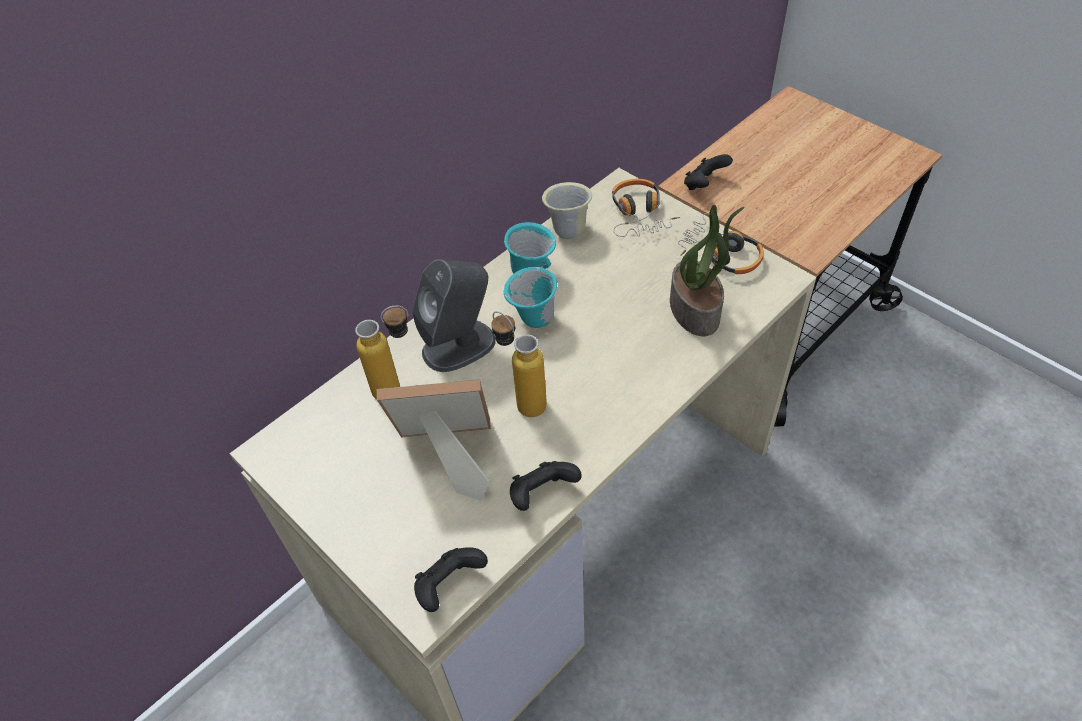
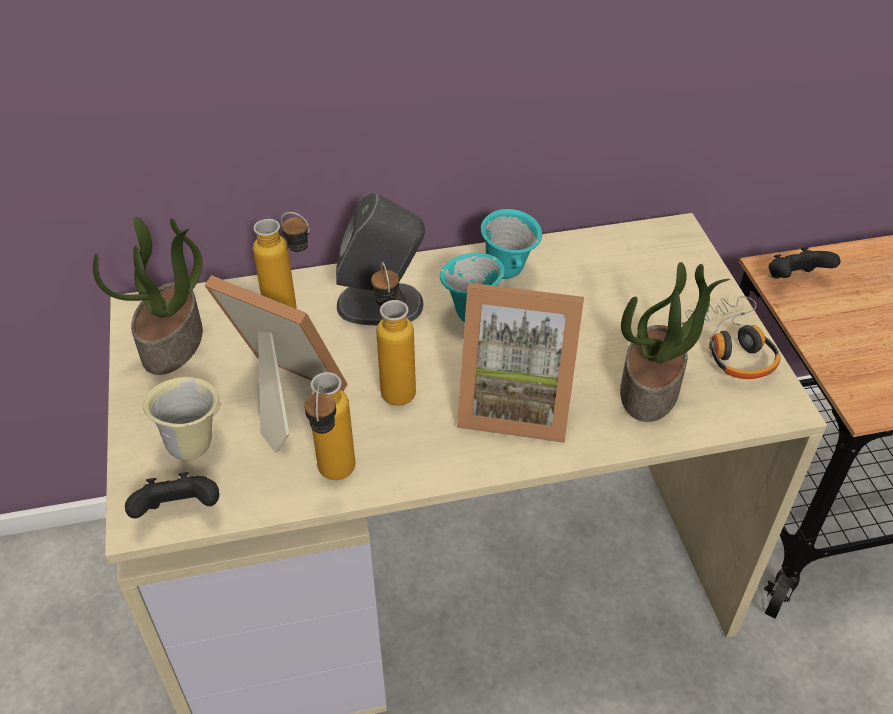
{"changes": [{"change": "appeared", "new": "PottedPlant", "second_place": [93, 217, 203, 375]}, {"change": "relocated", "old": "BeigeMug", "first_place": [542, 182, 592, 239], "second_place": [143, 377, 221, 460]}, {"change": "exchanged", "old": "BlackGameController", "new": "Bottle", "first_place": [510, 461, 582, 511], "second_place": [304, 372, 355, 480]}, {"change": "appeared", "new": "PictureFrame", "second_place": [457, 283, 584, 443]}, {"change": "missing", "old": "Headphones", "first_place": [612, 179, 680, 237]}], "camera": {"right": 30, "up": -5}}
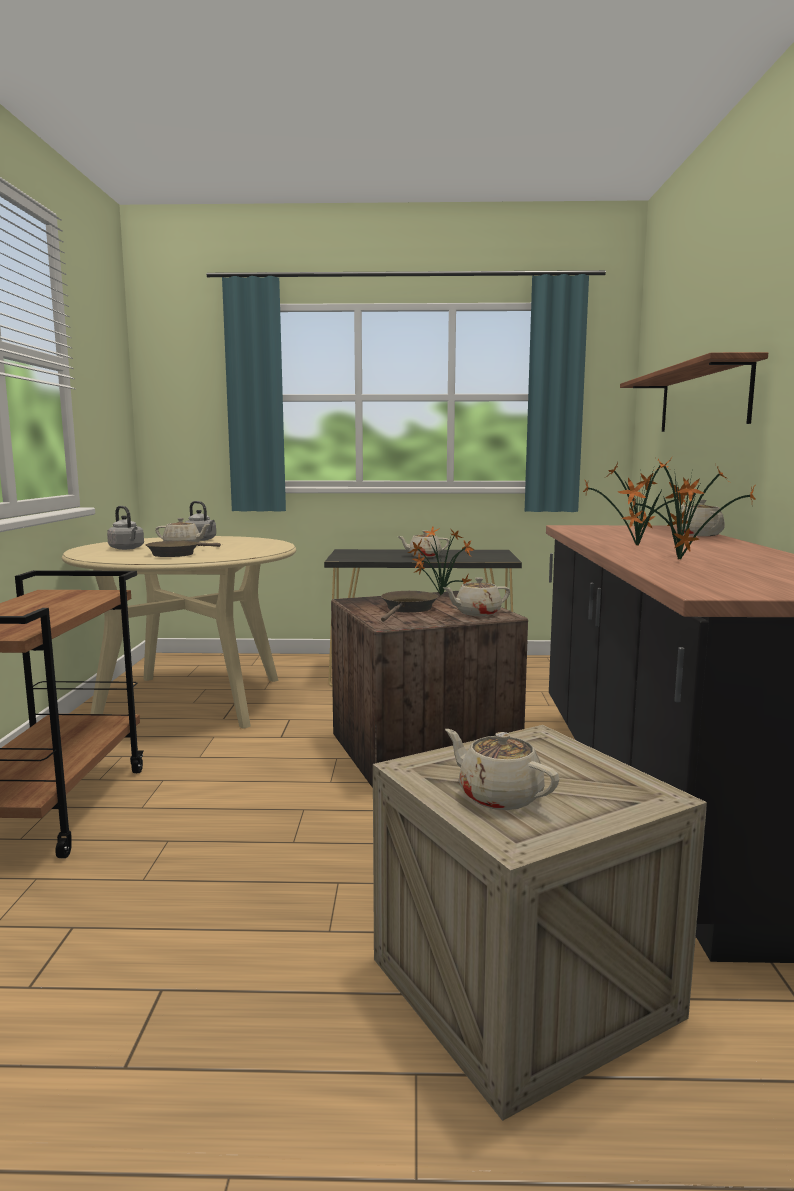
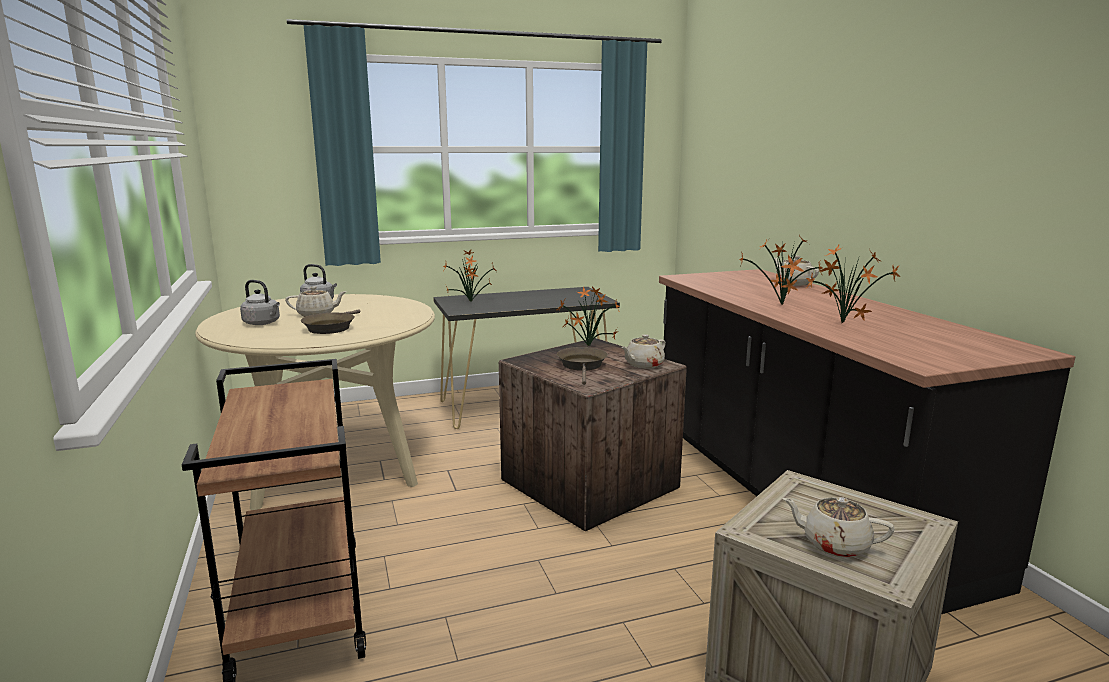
{"changes": [{"change": "appeared", "new": "PottedPlant", "second_place": [443, 250, 496, 301]}, {"change": "missing", "old": "BeigeTeapot", "first_place": [397, 530, 450, 557]}, {"change": "missing", "old": "Shelf", "first_place": [620, 352, 768, 432]}], "camera": {"right": -20, "up": 5}}
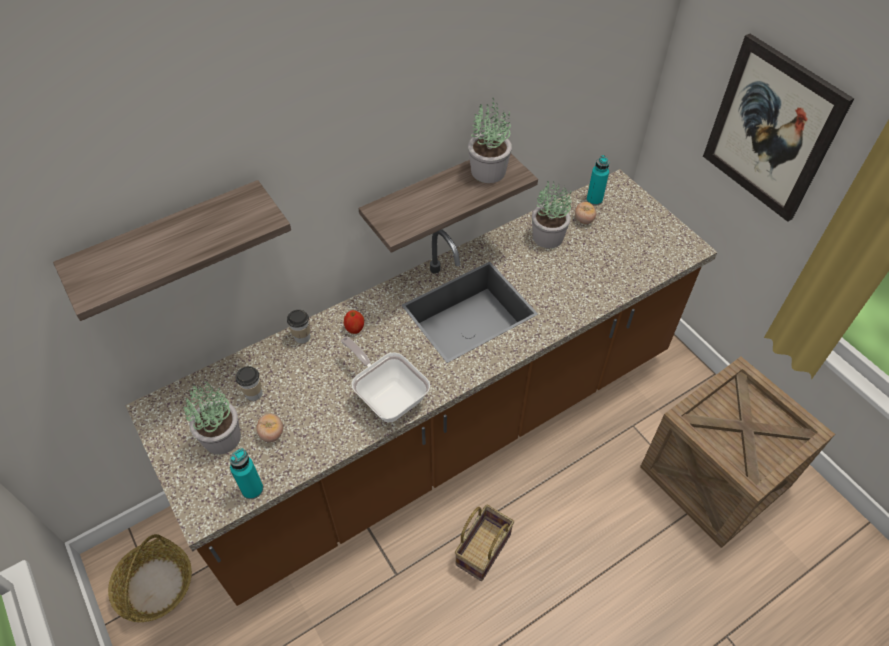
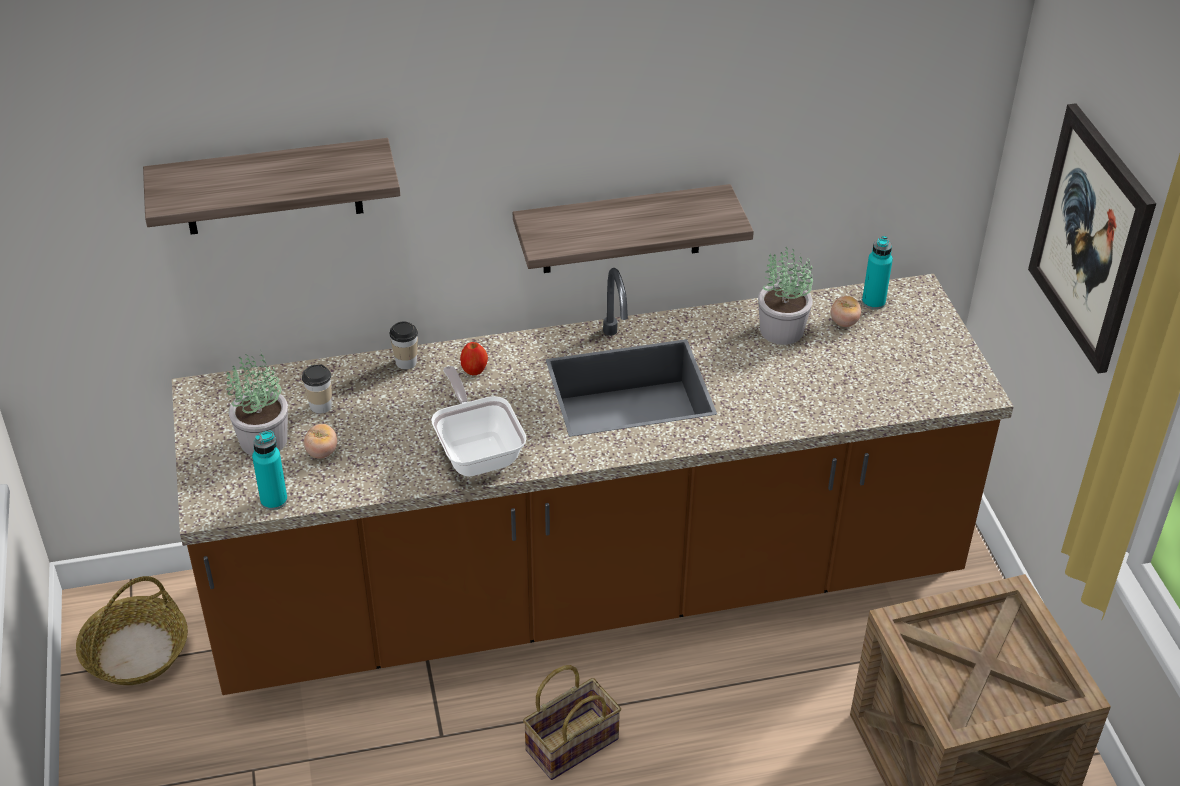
{"changes": [{"change": "missing", "old": "PottedPlant", "first_place": [468, 98, 512, 183]}], "camera": {"right": 20, "up": -10}}
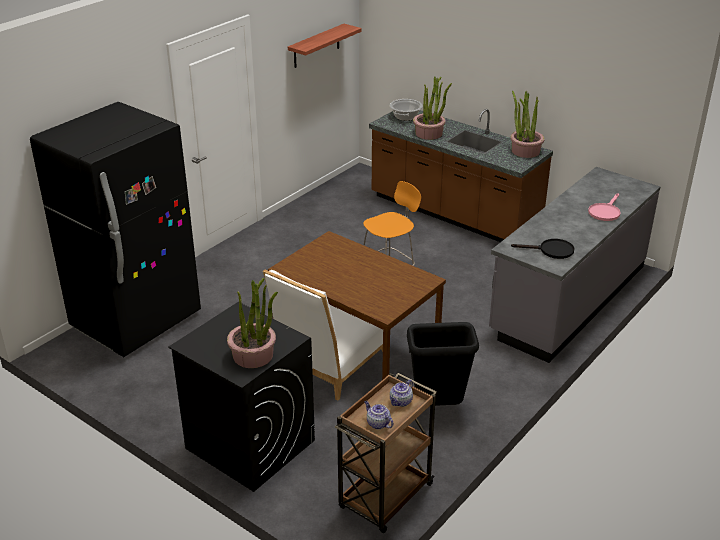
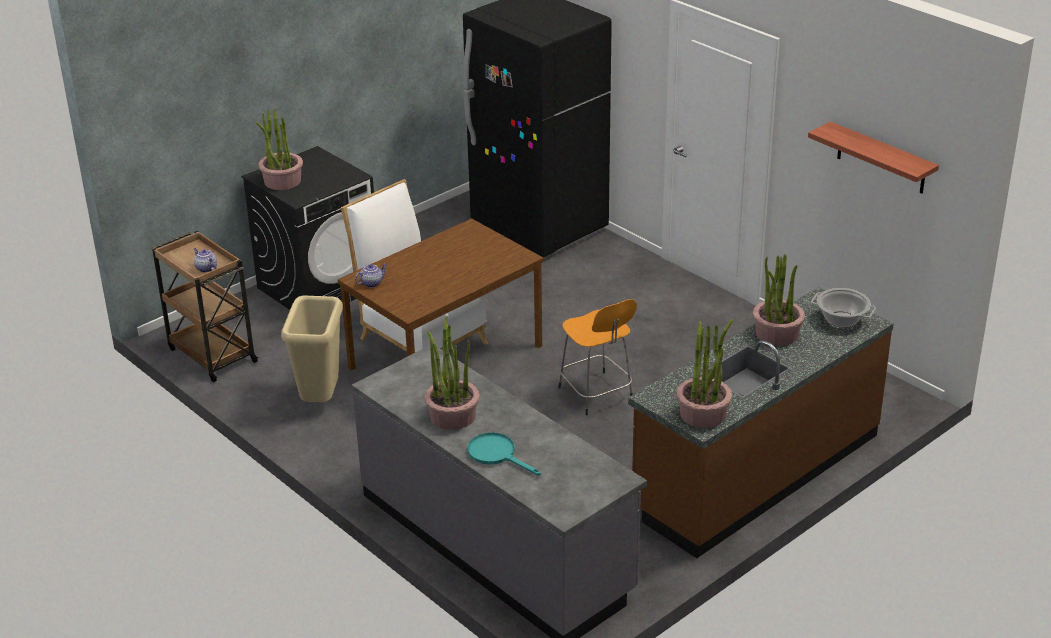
{"changes": [{"change": "colour", "old": "BlackTrashCan", "new": "BeigeTrashCan", "first_place": [407, 322, 479, 406], "second_place": [281, 296, 343, 402]}, {"change": "relocated", "old": "Teapot", "first_place": [365, 401, 393, 429], "second_place": [355, 264, 387, 288]}, {"change": "appeared", "new": "PottedPlant", "second_place": [425, 316, 480, 430]}, {"change": "colour", "old": "PinkFryingPan", "new": "TurquoiseFryingPan", "first_place": [588, 193, 621, 221], "second_place": [467, 432, 541, 475]}, {"change": "missing", "old": "BlackFryingPan", "first_place": [511, 239, 575, 259]}], "camera": {"right": 100, "up": 0}}
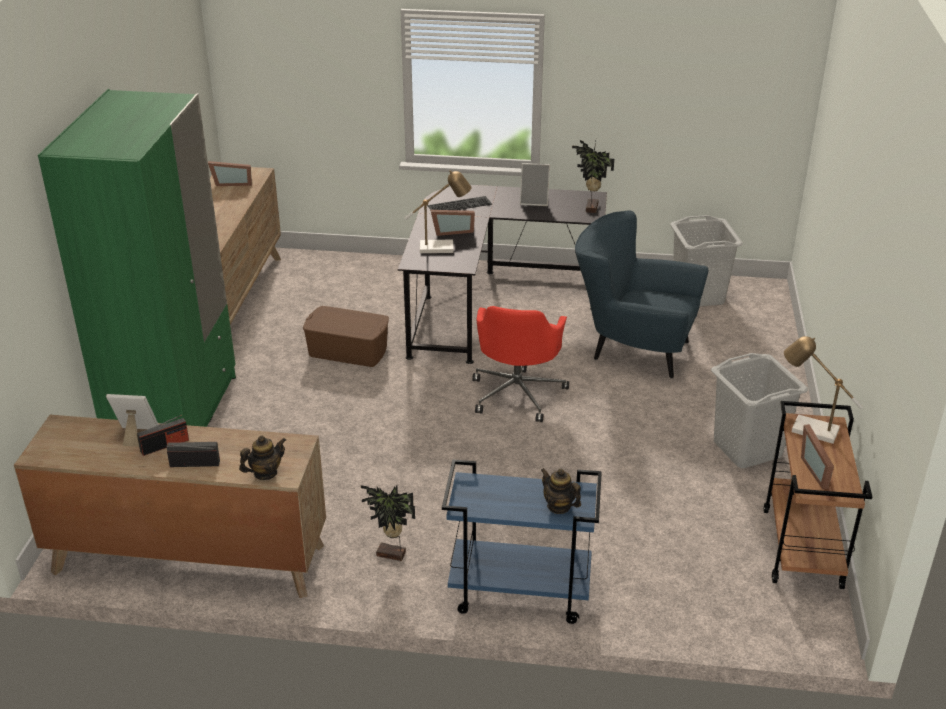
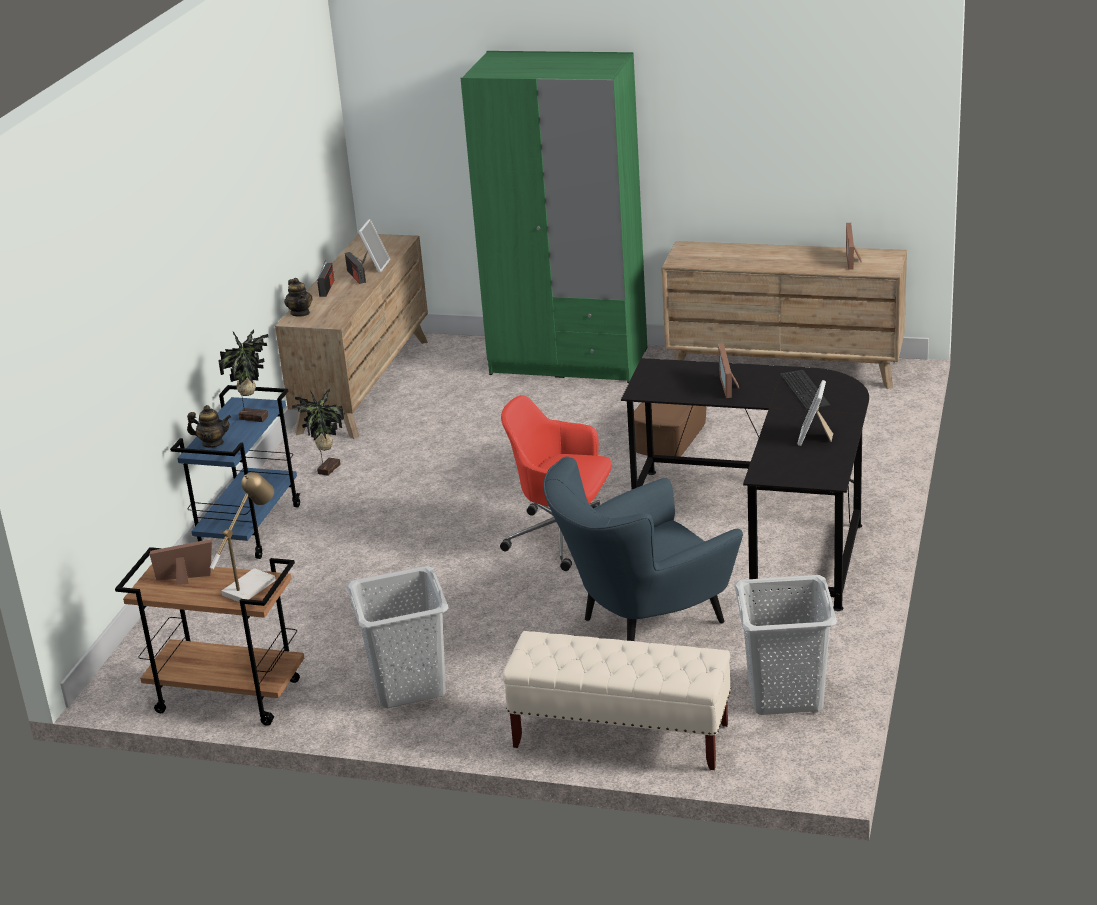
{"changes": [{"change": "spun", "old": "Teapot", "first_place": [541, 468, 581, 514], "second_place": [187, 405, 231, 448], "degrees": 45}, {"change": "relocated", "old": "PottedPlant", "first_place": [572, 140, 614, 213], "second_place": [218, 329, 269, 422]}, {"change": "appeared", "new": "BeigeBench", "second_place": [503, 631, 731, 770]}, {"change": "spun", "old": "BlueArmchair", "first_place": [575, 210, 709, 378], "second_place": [543, 456, 743, 641], "degrees": -150}, {"change": "missing", "old": "TableLamp", "first_place": [405, 170, 472, 253]}], "camera": {"right": 100, "up": -5}}
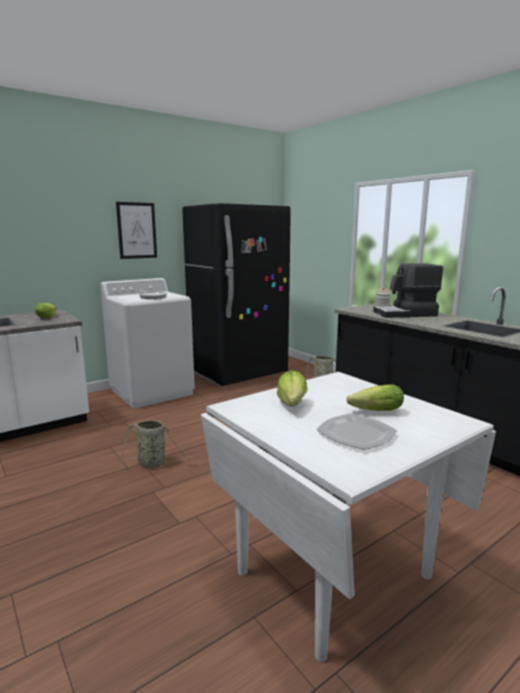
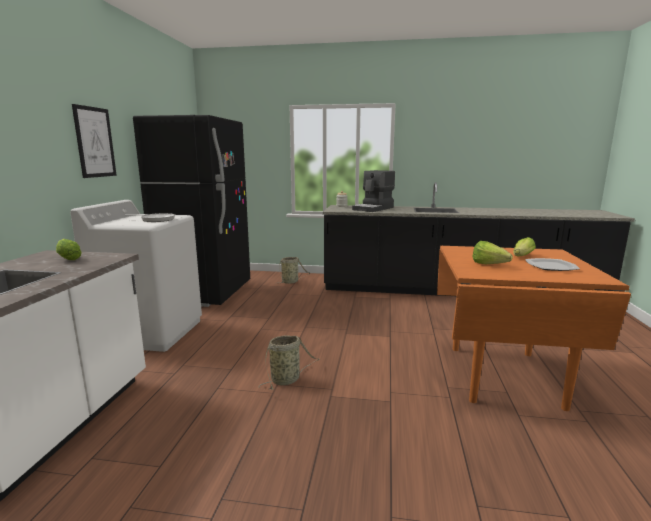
{"changes": [{"change": "colour", "old": "WhiteDiningTable", "new": "OrangeDiningTable", "first_place": [201, 372, 496, 662], "second_place": [437, 246, 631, 411]}], "camera": {"right": -45, "up": 0}}
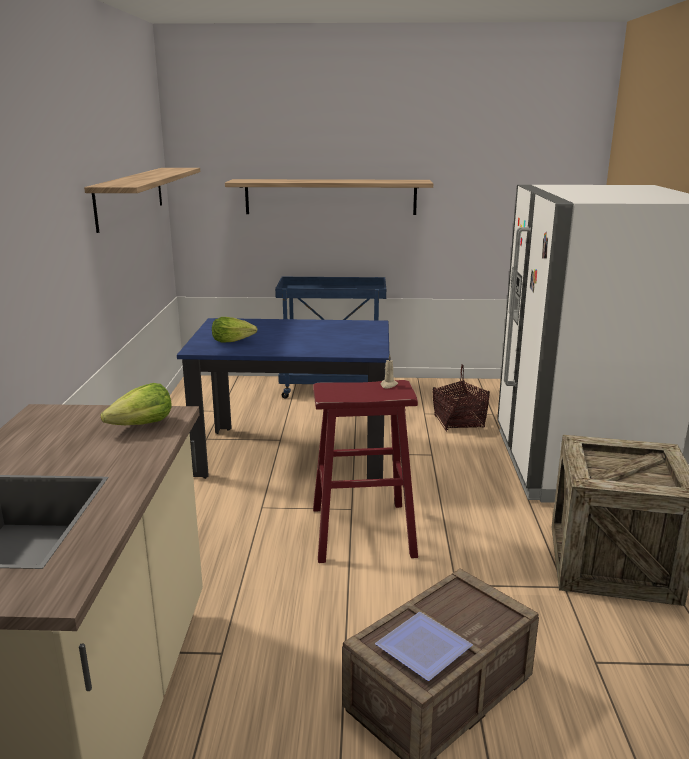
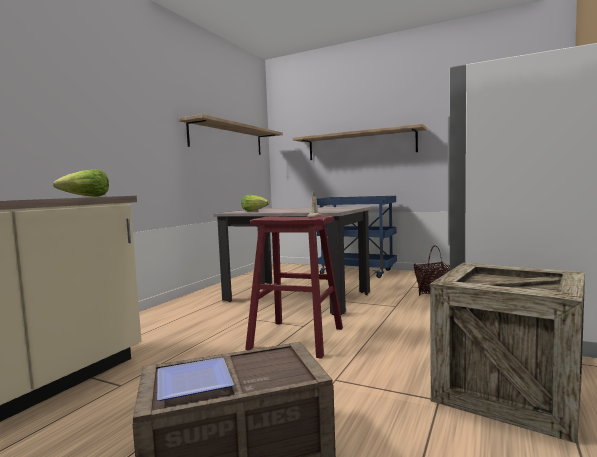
{"changes": [{"change": "colour", "old": "BlueDiningTable", "new": "BeigeDiningTable", "first_place": [177, 318, 389, 479], "second_place": [213, 207, 371, 315]}], "camera": {"right": 25, "up": -15}}
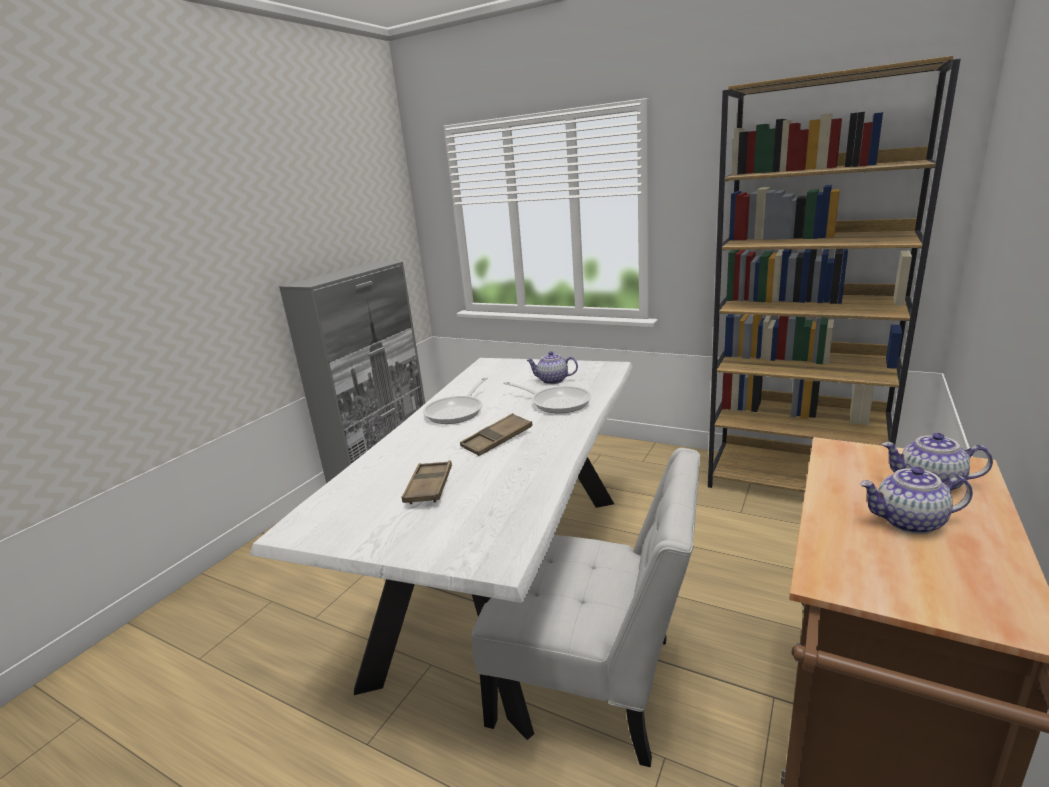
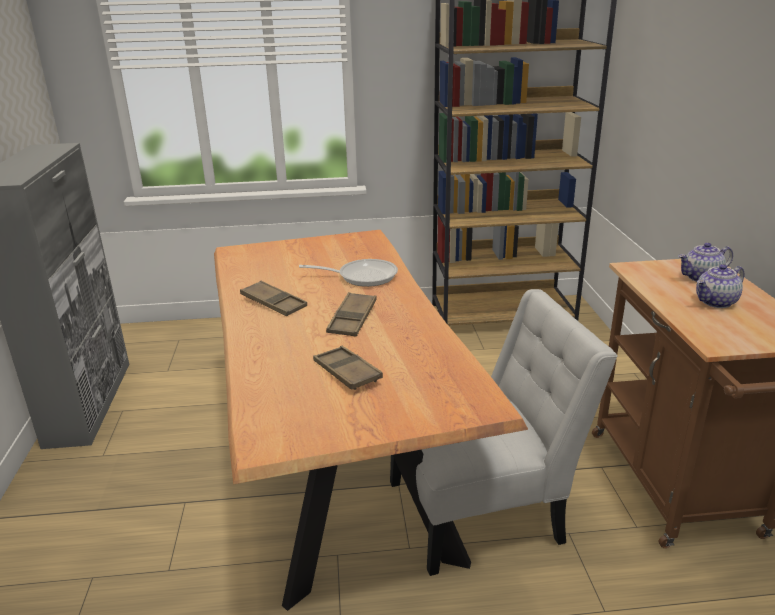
{"changes": [{"change": "colour", "old": "WhiteDiningTable", "new": "BrownDiningTable", "first_place": [249, 358, 634, 740], "second_place": [214, 230, 528, 611]}, {"change": "exchanged", "old": "FryingPan", "new": "BrownTray", "first_place": [423, 377, 487, 424], "second_place": [240, 281, 307, 316]}, {"change": "missing", "old": "Teapot", "first_place": [526, 351, 578, 384]}], "camera": {"right": -35, "up": 5}}
